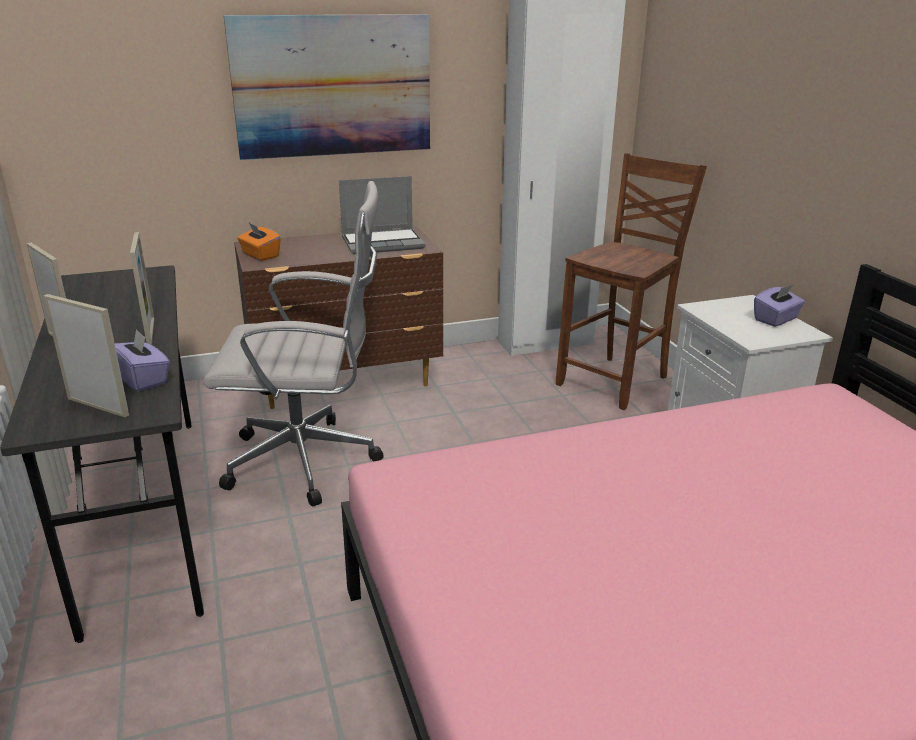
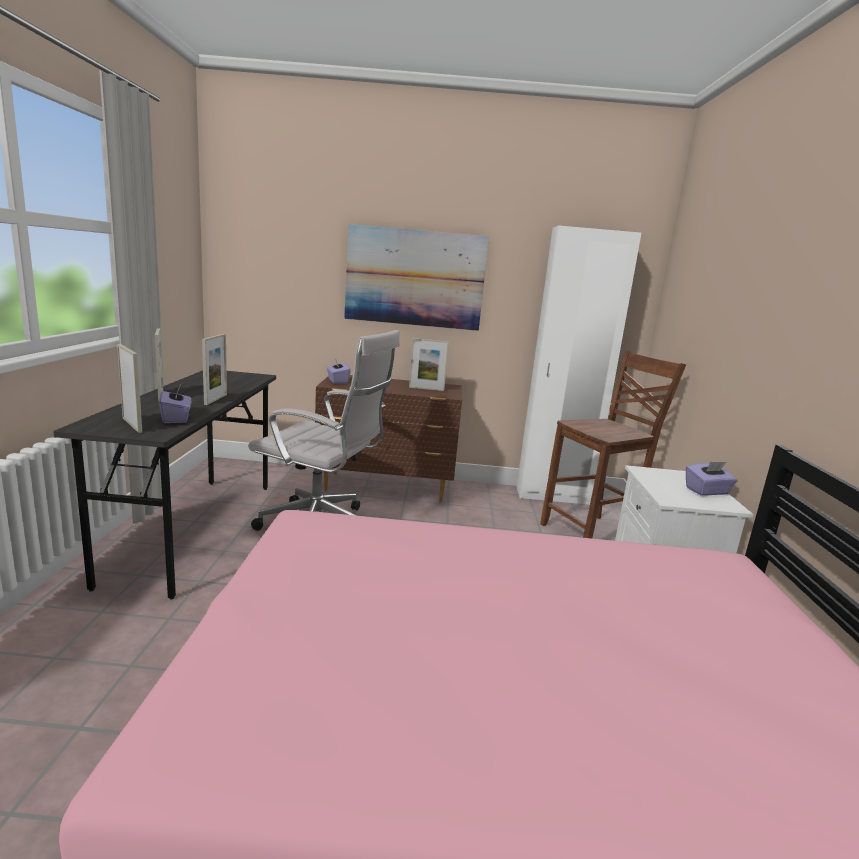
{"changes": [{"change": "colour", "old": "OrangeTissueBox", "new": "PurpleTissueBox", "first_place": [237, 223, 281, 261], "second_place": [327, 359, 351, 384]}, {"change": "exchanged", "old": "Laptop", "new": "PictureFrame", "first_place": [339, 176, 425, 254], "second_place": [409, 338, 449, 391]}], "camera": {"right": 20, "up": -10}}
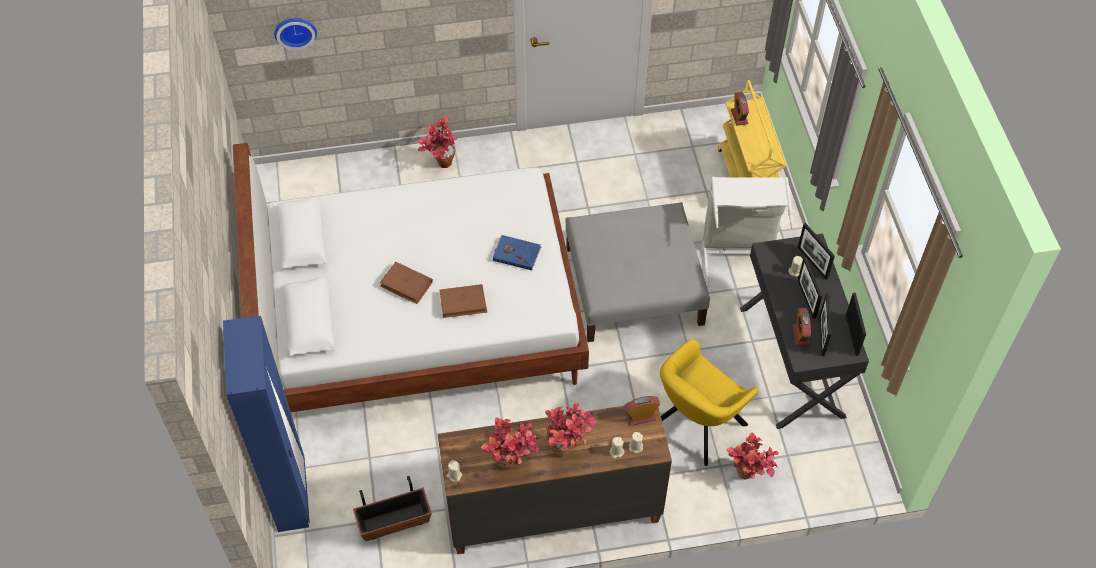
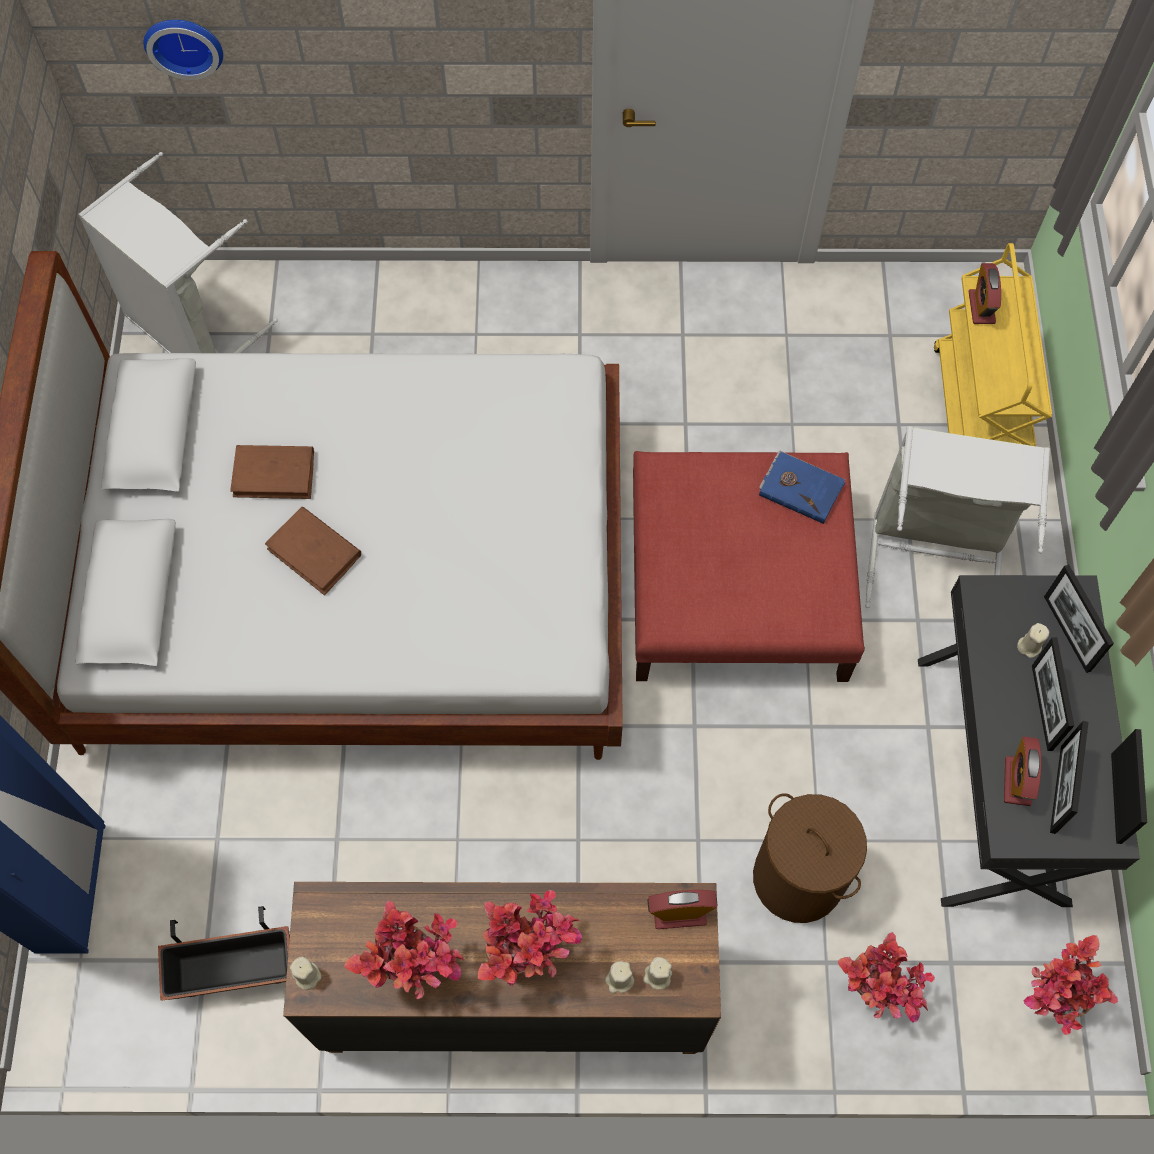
{"changes": [{"change": "appeared", "new": "GreyLaundryBasket", "second_place": [78, 152, 278, 353]}, {"change": "relocated", "old": "BrownBook", "first_place": [440, 284, 487, 318], "second_place": [230, 445, 314, 499]}, {"change": "colour", "old": "GreyOttoman", "new": "RedOttoman", "first_place": [565, 202, 710, 342], "second_place": [633, 451, 865, 682]}, {"change": "exchanged", "old": "YellowArmchair", "new": "BrownLaundryBasket", "first_place": [660, 339, 759, 466], "second_place": [753, 793, 867, 923]}, {"change": "relocated", "old": "BlueBook", "first_place": [492, 235, 541, 270], "second_place": [759, 450, 845, 524]}, {"change": "relocated", "old": "PottedPlant", "first_place": [418, 117, 457, 168], "second_place": [1024, 935, 1118, 1035]}], "camera": {"right": 10, "up": 10}}
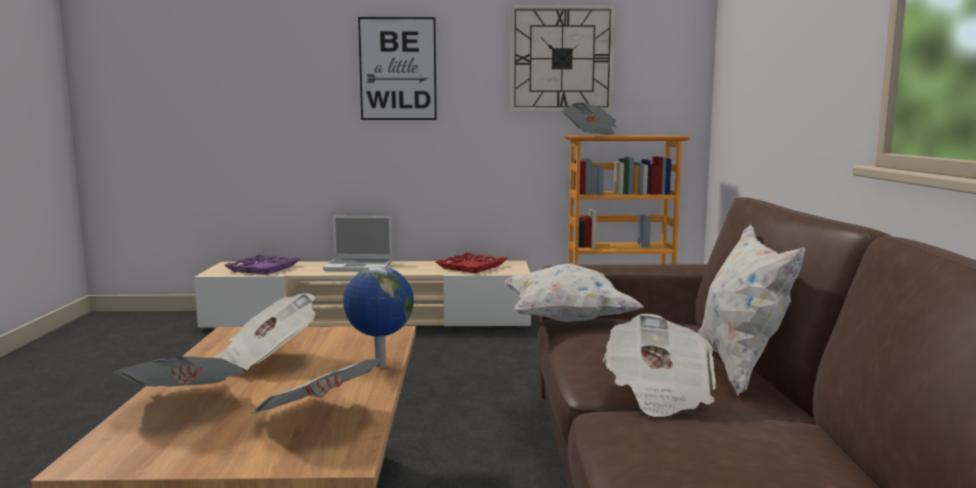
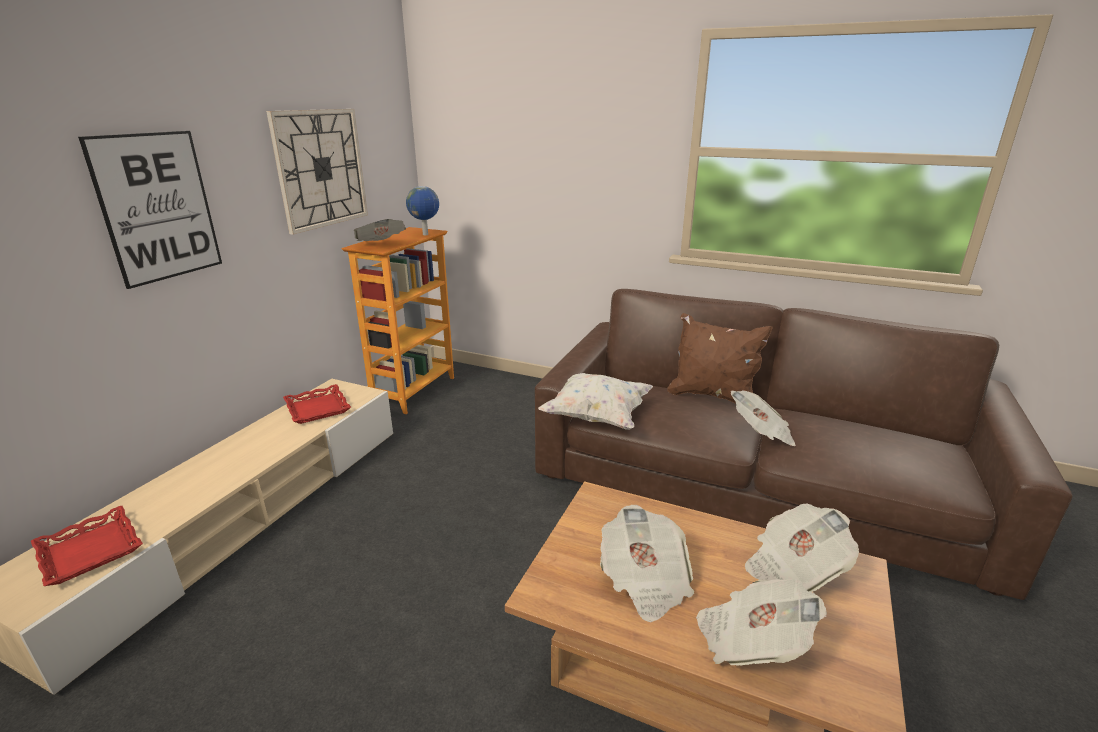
{"changes": [{"change": "colour", "old": "PurpleTray", "new": "RedTray", "first_place": [224, 254, 301, 275], "second_place": [31, 506, 143, 586]}, {"change": "relocated", "old": "Globe", "first_place": [343, 266, 414, 368], "second_place": [406, 186, 439, 235]}, {"change": "colour", "old": "WhitePillow", "new": "BrownPillow", "first_place": [697, 224, 805, 395], "second_place": [667, 313, 772, 404]}, {"change": "missing", "old": "Laptop", "first_place": [323, 216, 392, 272]}], "camera": {"right": -65, "up": 15}}
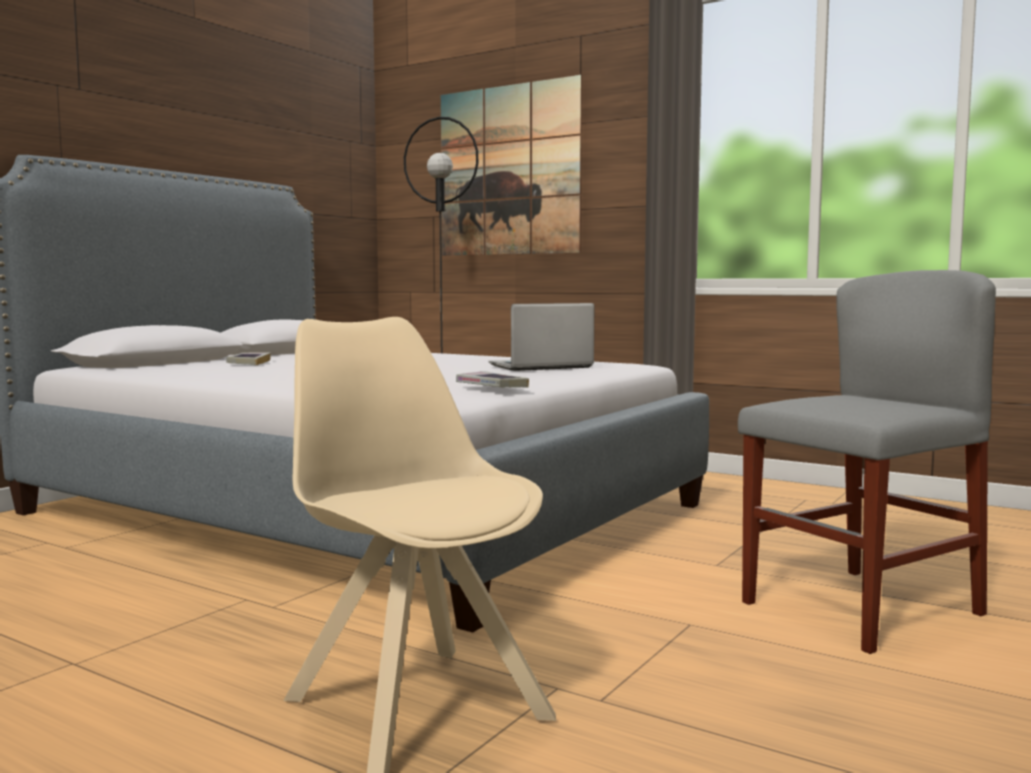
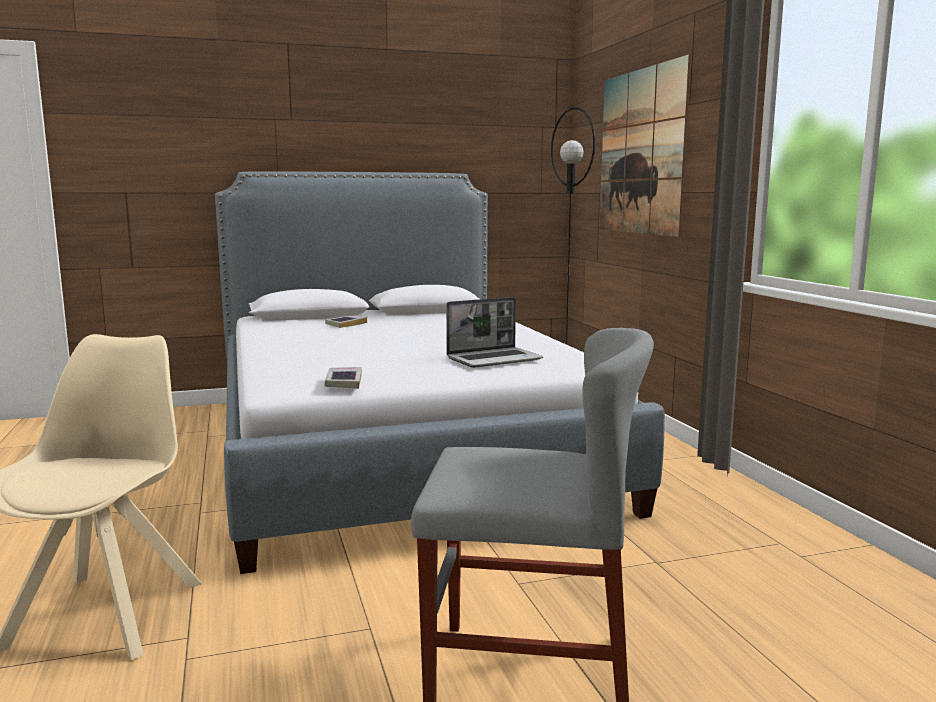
{"changes": [{"change": "spun", "old": "Laptop", "first_place": [488, 303, 594, 371], "second_place": [446, 297, 543, 368], "degrees": 135}], "camera": {"right": 40, "up": 5}}
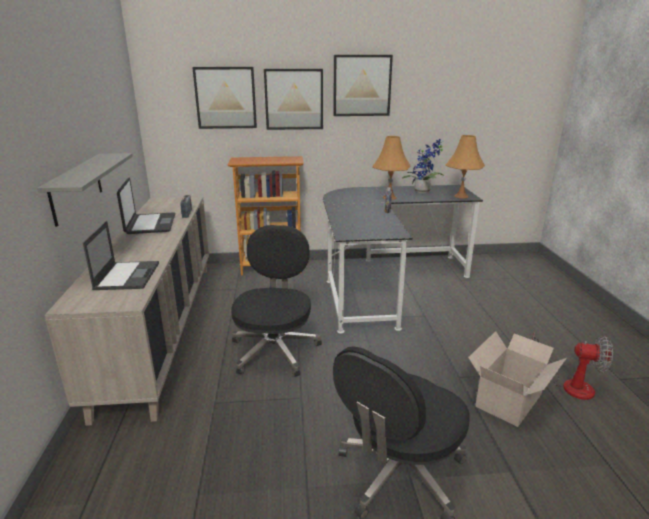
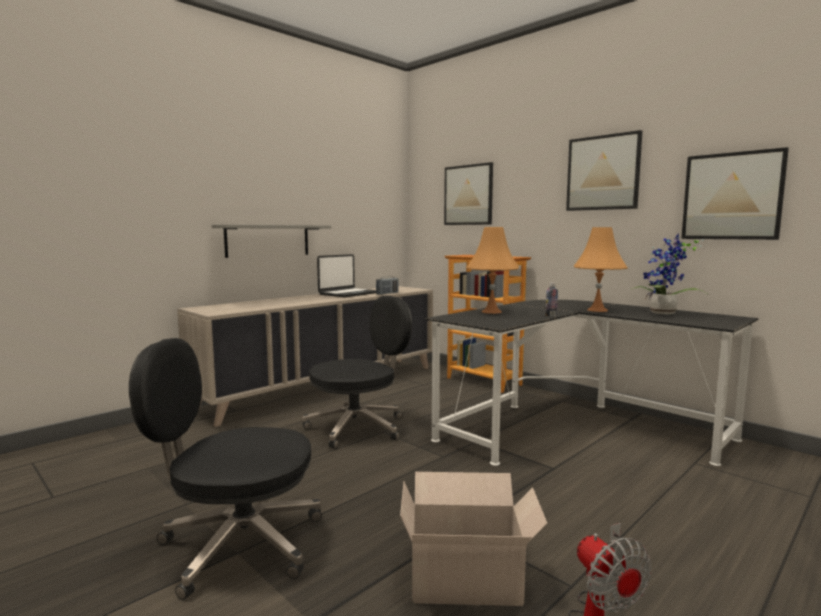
{"changes": [{"change": "relocated", "old": "OrangeTableLamp", "first_place": [445, 135, 485, 198], "second_place": [466, 227, 519, 314]}, {"change": "relocated", "old": "Picture", "first_place": [264, 69, 323, 130], "second_place": [681, 147, 789, 240]}, {"change": "missing", "old": "Laptop", "first_place": [83, 221, 159, 290]}], "camera": {"right": 50, "up": -15}}
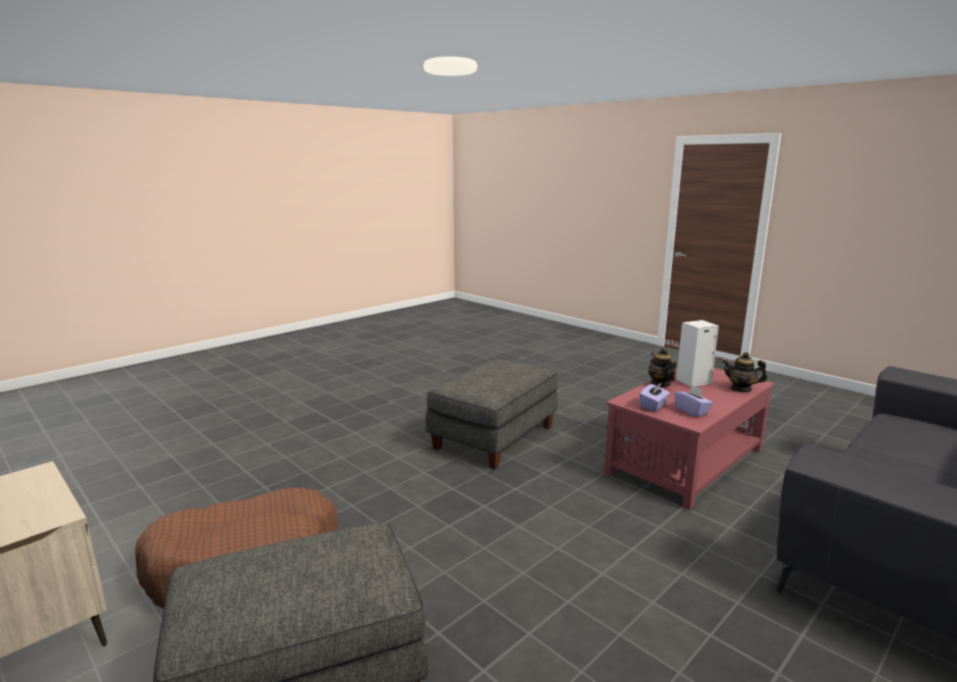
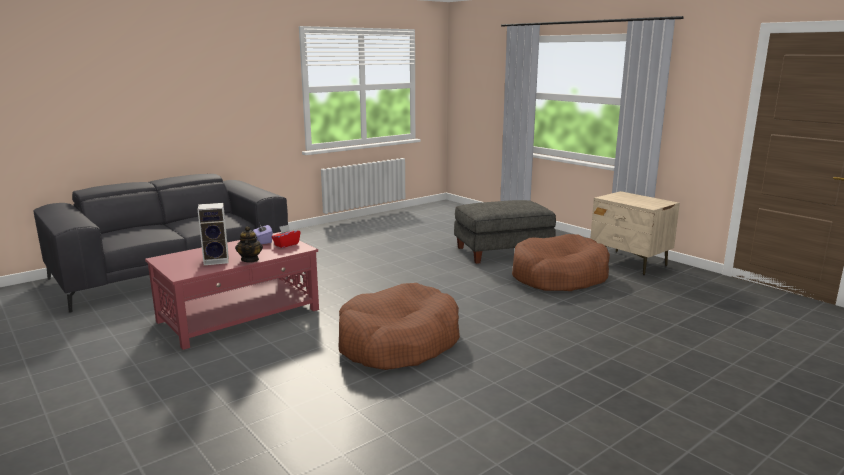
{"changes": [{"change": "colour", "old": "PurpleTissueBox", "new": "RedTissueBox", "first_place": [639, 383, 670, 412], "second_place": [272, 225, 301, 248]}, {"change": "exchanged", "old": "GreyOttoman", "new": "BrownDogBed", "first_place": [426, 359, 558, 470], "second_place": [338, 283, 460, 370]}, {"change": "missing", "old": "Teapot", "first_place": [722, 352, 767, 393]}], "camera": {"right": -175, "up": 0}}
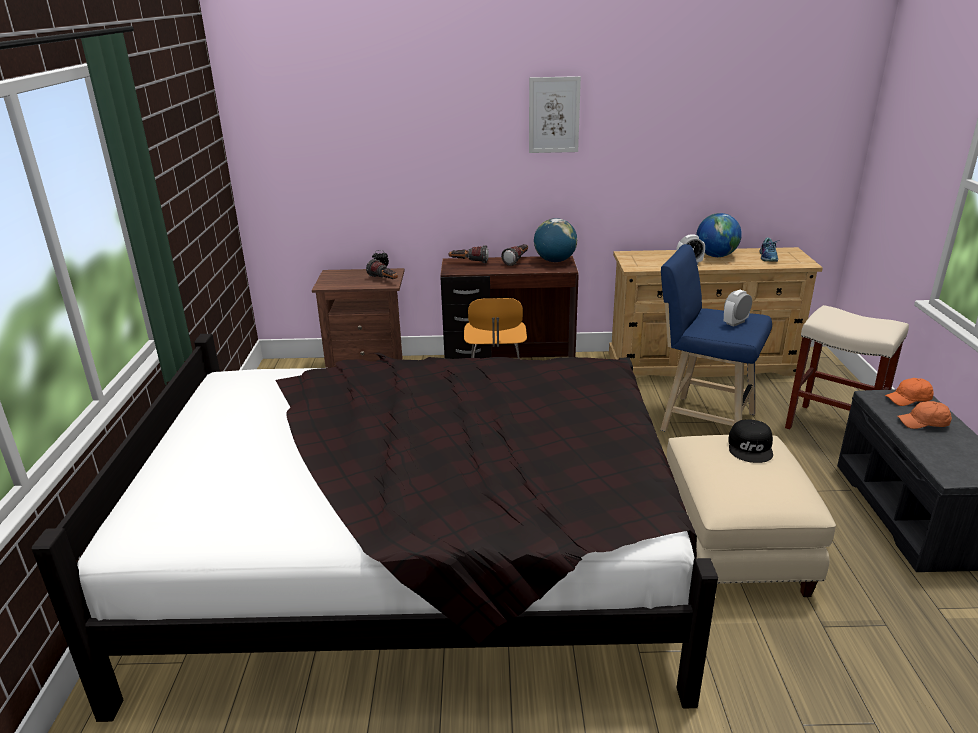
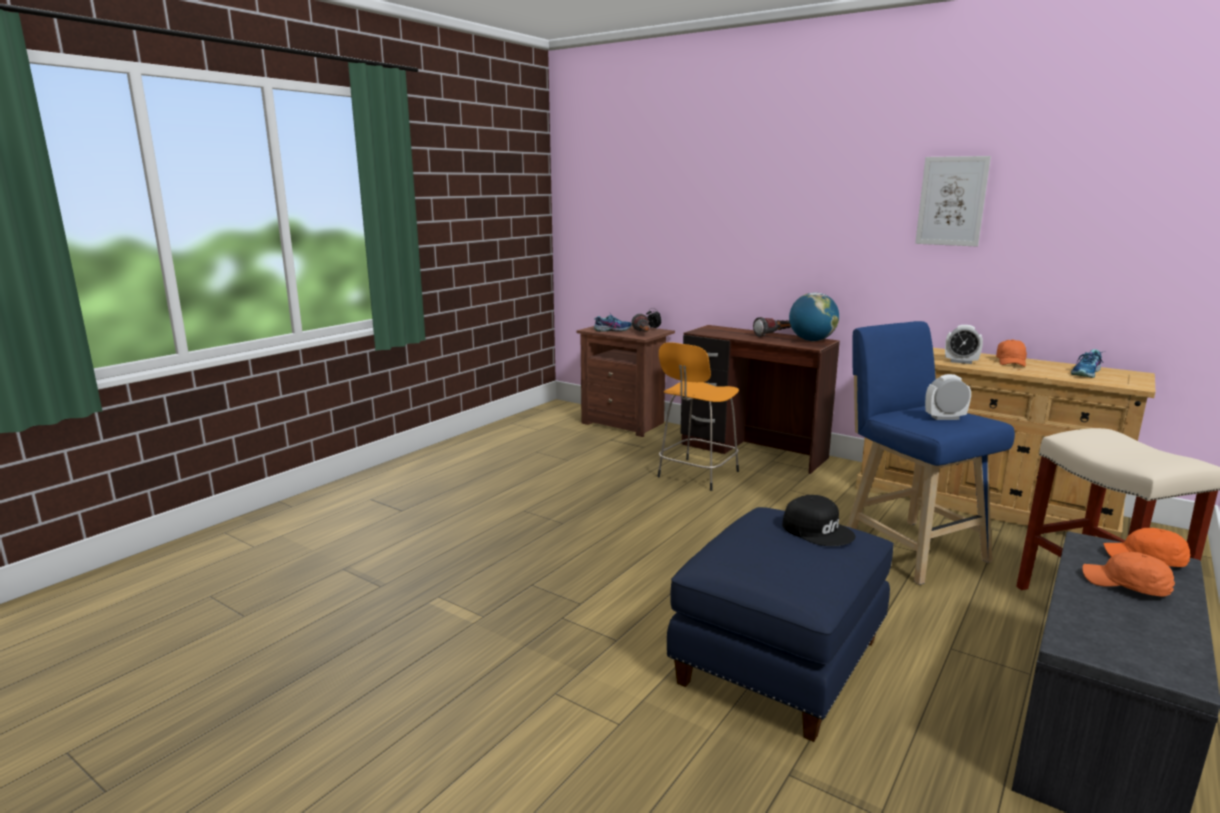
{"changes": [{"change": "appeared", "new": "Shoe", "second_place": [594, 315, 632, 332]}, {"change": "colour", "old": "BeigeOttoman", "new": "BlueOttoman", "first_place": [667, 435, 836, 597], "second_place": [667, 507, 894, 742]}, {"change": "spun", "old": "BlackCap", "first_place": [728, 419, 773, 463], "second_place": [782, 495, 855, 546], "degrees": -90}, {"change": "relocated", "old": "Picture", "first_place": [529, 76, 581, 153], "second_place": [915, 156, 991, 247]}, {"change": "exchanged", "old": "Globe", "new": "OrangeCap", "first_place": [696, 213, 742, 257], "second_place": [996, 339, 1027, 367]}, {"change": "missing", "old": "BlackBed", "first_place": [31, 334, 718, 722]}, {"change": "missing", "old": "Flashlight", "first_place": [449, 245, 489, 263]}], "camera": {"right": 35, "up": -10}}
